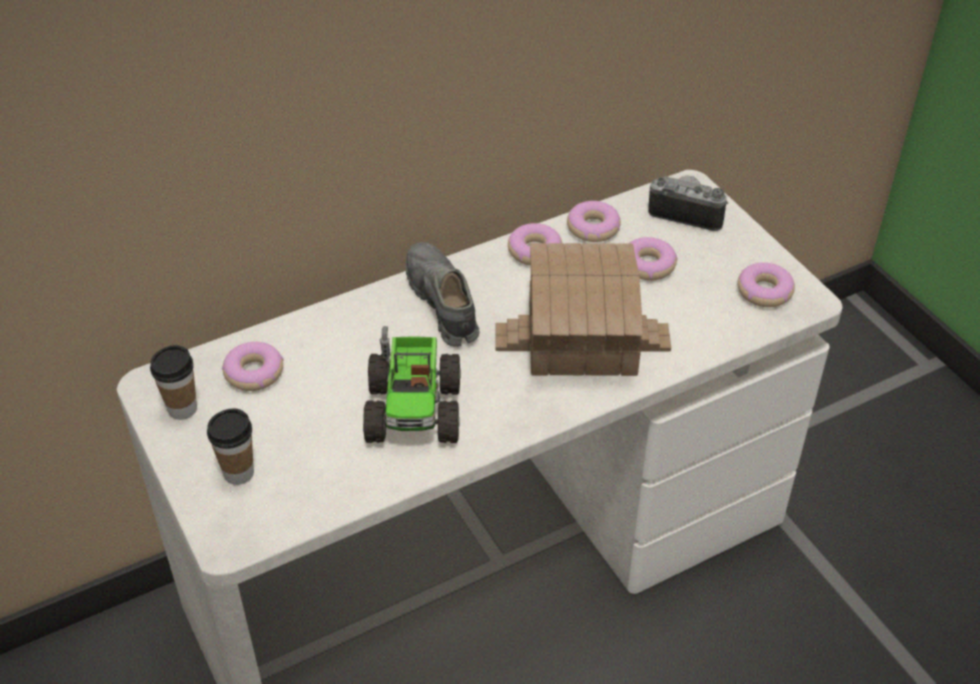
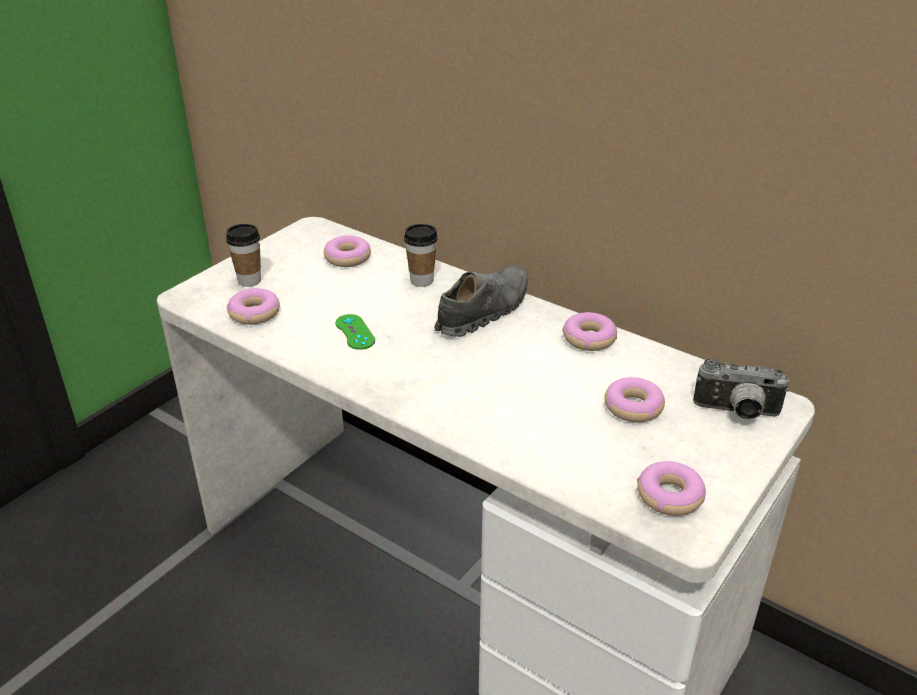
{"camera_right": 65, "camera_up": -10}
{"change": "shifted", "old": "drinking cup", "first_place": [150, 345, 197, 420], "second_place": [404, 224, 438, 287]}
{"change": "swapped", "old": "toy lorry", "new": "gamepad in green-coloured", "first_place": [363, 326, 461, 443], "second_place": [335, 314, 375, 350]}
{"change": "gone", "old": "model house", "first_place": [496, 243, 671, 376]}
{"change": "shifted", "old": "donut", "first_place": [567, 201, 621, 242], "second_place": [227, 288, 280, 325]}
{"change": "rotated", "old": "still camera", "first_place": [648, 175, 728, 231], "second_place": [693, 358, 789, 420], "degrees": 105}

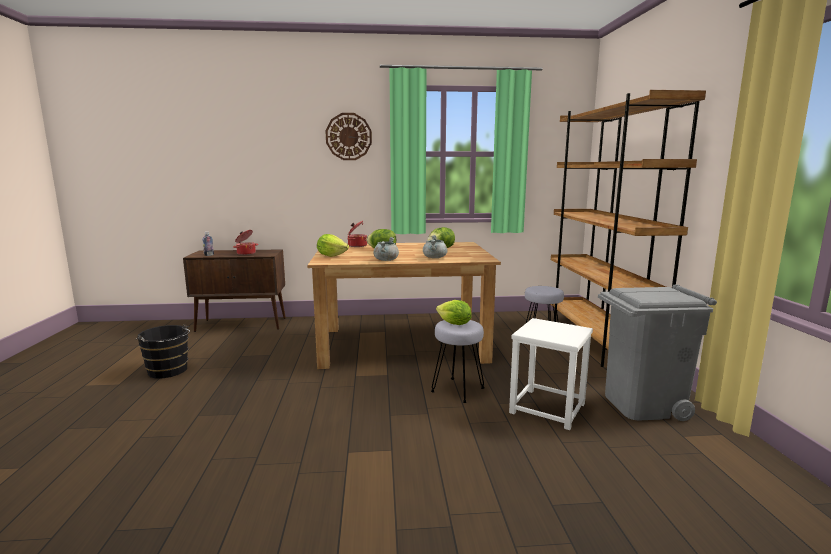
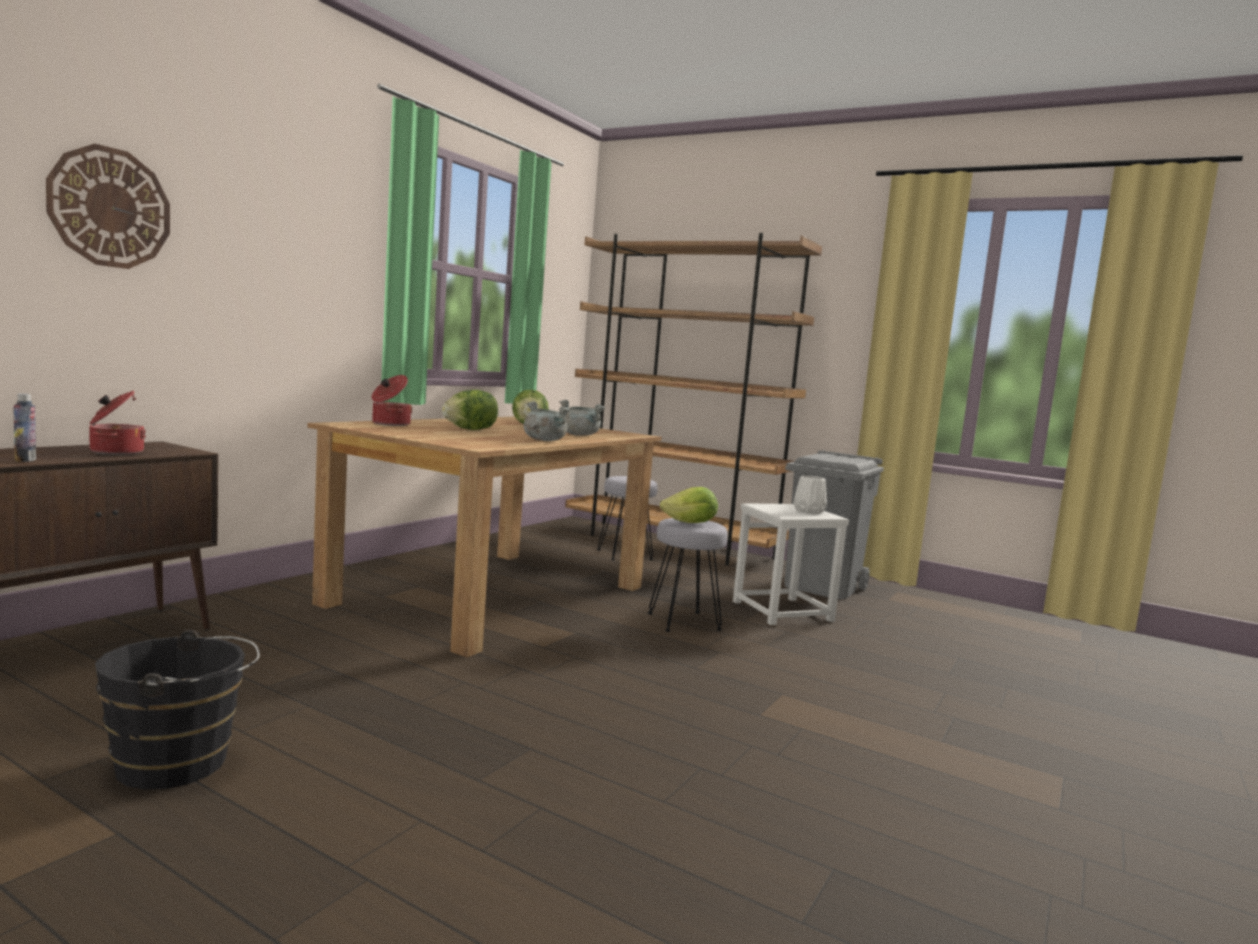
{"camera_right": -55, "camera_up": -5}
{"change": "gone", "old": "lettuce", "first_place": [317, 234, 349, 257]}
{"change": "shifted", "old": "hanging clock", "first_place": [325, 113, 372, 160], "second_place": [46, 144, 170, 269]}
{"change": "new", "new": "vase in white", "second_place": [793, 476, 827, 514]}

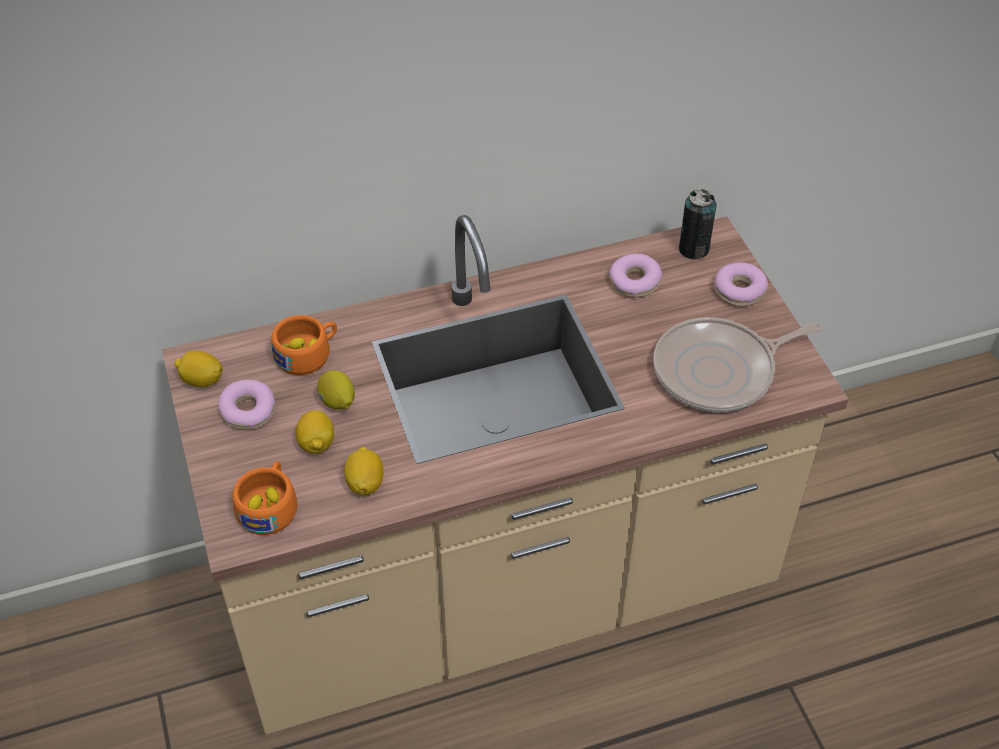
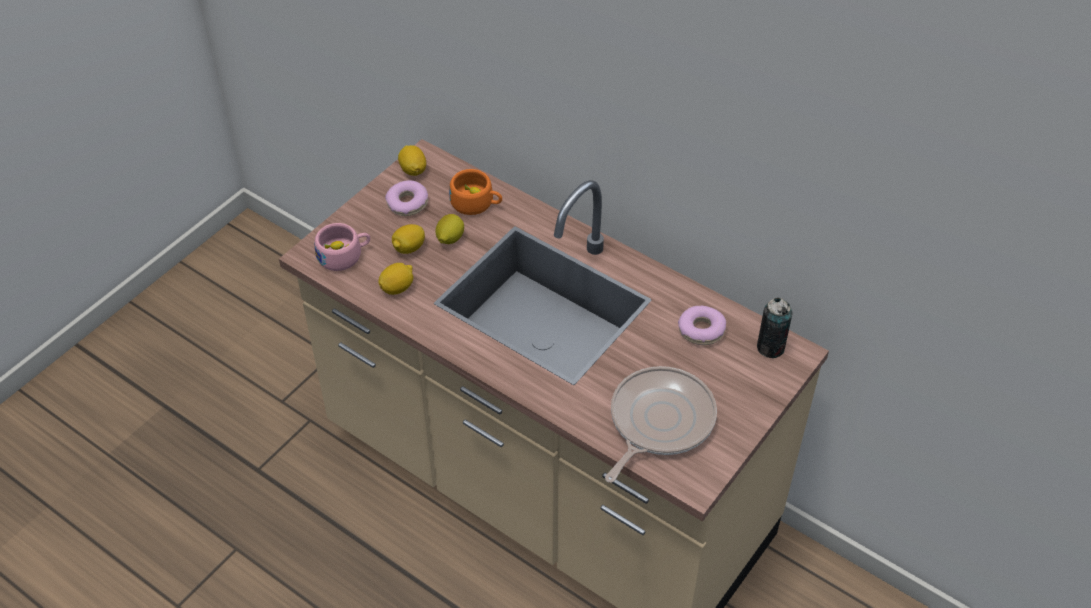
{"camera_right": 55, "camera_up": 0}
{"change": "repainted", "old": "drinking cup in orange-coloured", "new": "drinking cup in pinkish", "first_place": [232, 461, 298, 535], "second_place": [315, 223, 370, 271]}
{"change": "rotated", "old": "pan", "first_place": [653, 317, 823, 412], "second_place": [605, 366, 717, 483], "degrees": 90}
{"change": "gone", "old": "donut", "first_place": [714, 263, 768, 307]}

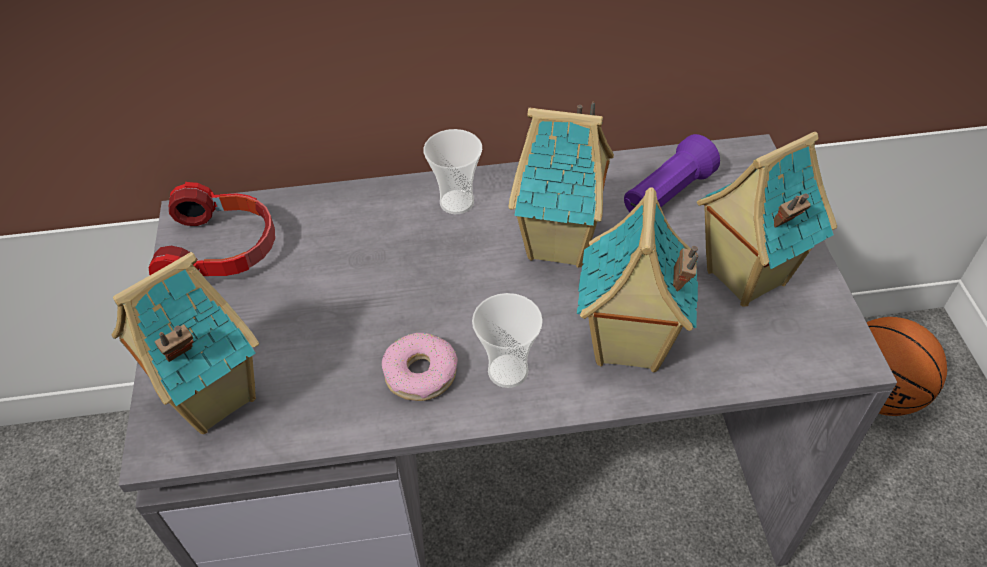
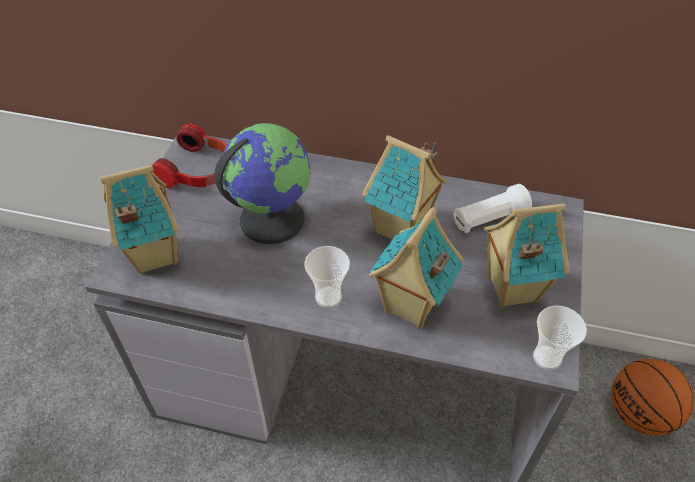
{"camera_right": 20, "camera_up": 0}
{"change": "gone", "old": "donut", "first_place": [382, 333, 458, 401]}
{"change": "shifted", "old": "drinking cup", "first_place": [423, 129, 482, 214], "second_place": [533, 306, 587, 370]}
{"change": "repainted", "old": "flashlight in purple-coloured", "new": "flashlight in white", "first_place": [624, 134, 720, 212], "second_place": [453, 184, 532, 233]}
{"change": "new", "new": "world globe", "second_place": [214, 123, 311, 244]}

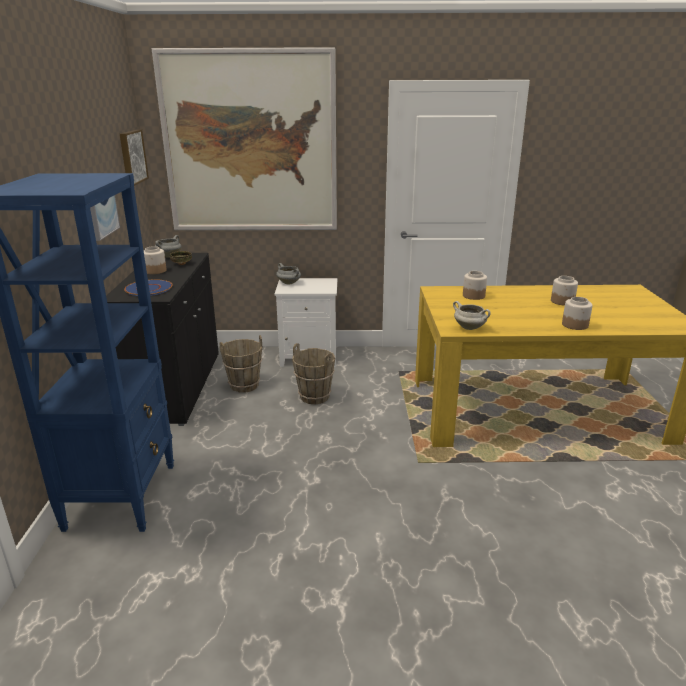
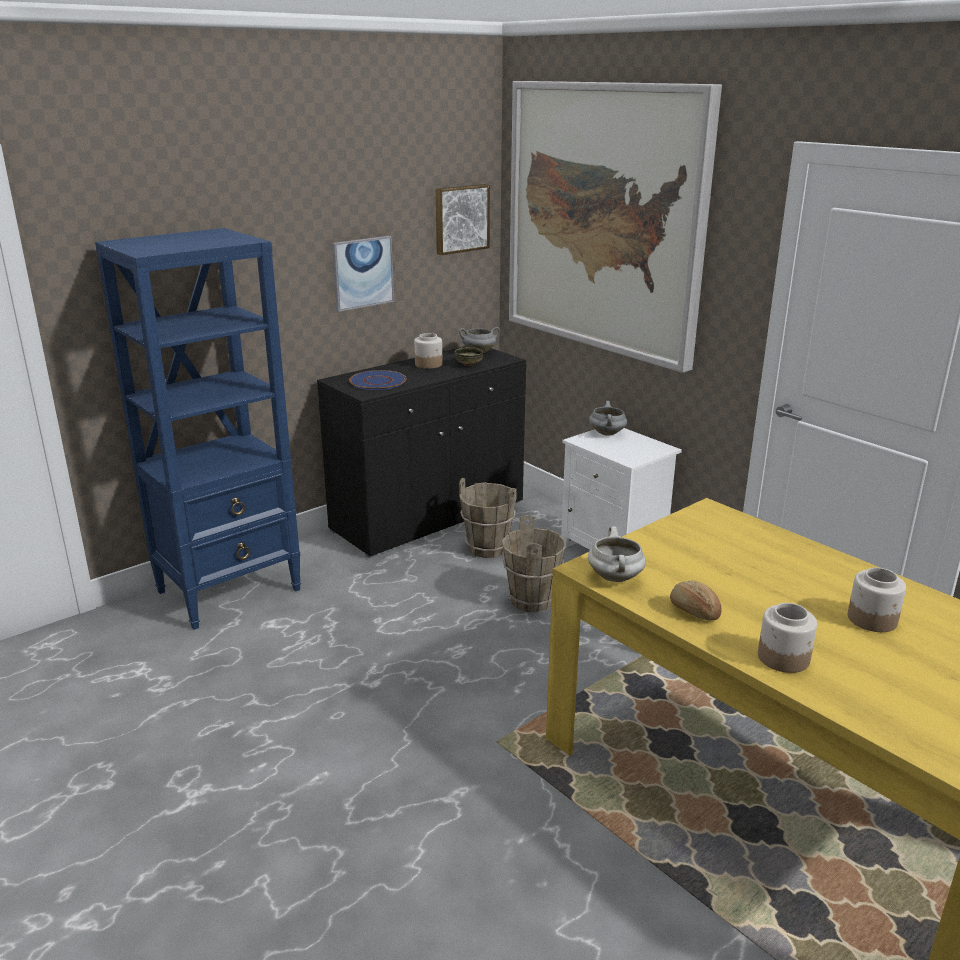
{"camera_right": 50, "camera_up": 0}
{"change": "gone", "old": "jar", "first_place": [463, 271, 487, 300]}
{"change": "new", "new": "baked bread", "second_place": [670, 580, 722, 620]}

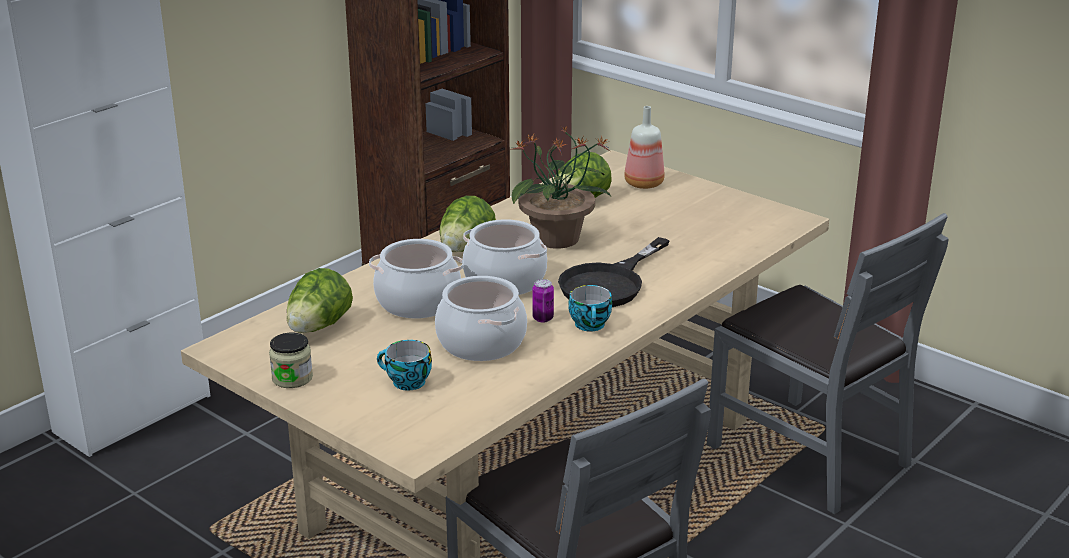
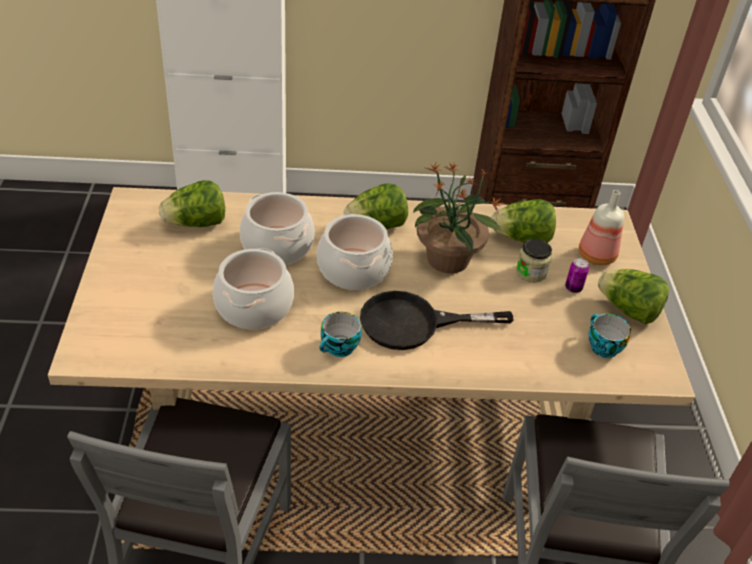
{"camera_right": 45, "camera_up": 15}
{"change": "shifted", "old": "jar", "first_place": [269, 333, 313, 388], "second_place": [516, 239, 552, 283]}
{"change": "shifted", "old": "drinking cup", "first_place": [377, 340, 432, 391], "second_place": [589, 314, 631, 358]}
{"change": "shifted", "old": "can", "first_place": [532, 279, 554, 323], "second_place": [565, 258, 589, 293]}
{"change": "new", "new": "lettuce", "second_place": [598, 269, 669, 324]}

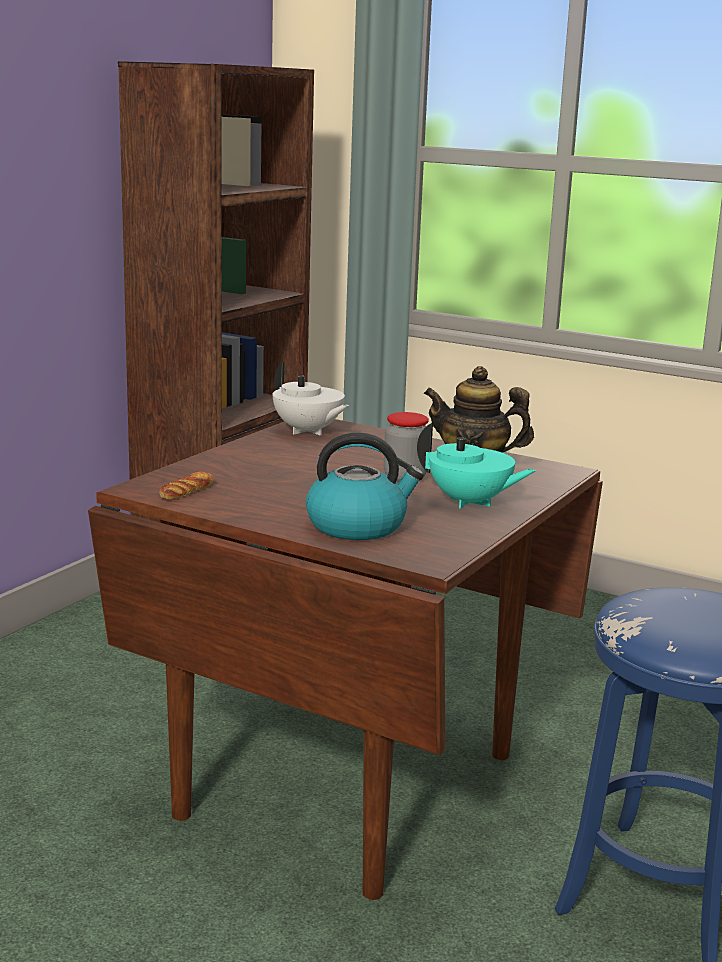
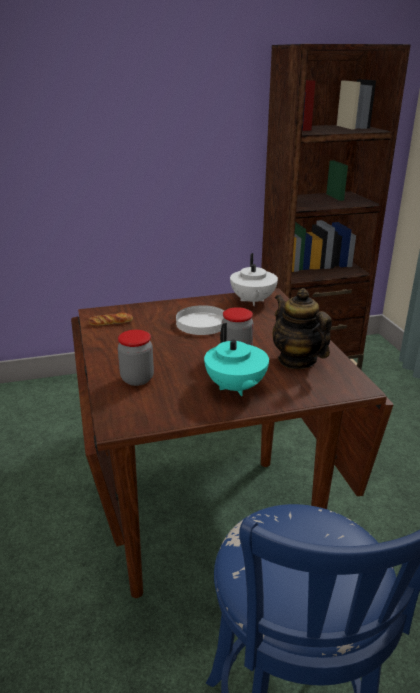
{"camera_right": 45, "camera_up": 10}
{"change": "swapped", "old": "water kettle", "new": "jar", "first_place": [306, 433, 424, 540], "second_place": [118, 330, 154, 386]}
{"change": "new", "new": "dinner plate in white", "second_place": [176, 305, 224, 335]}

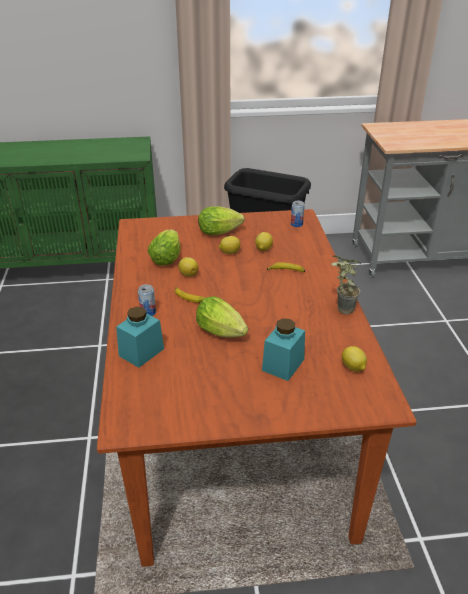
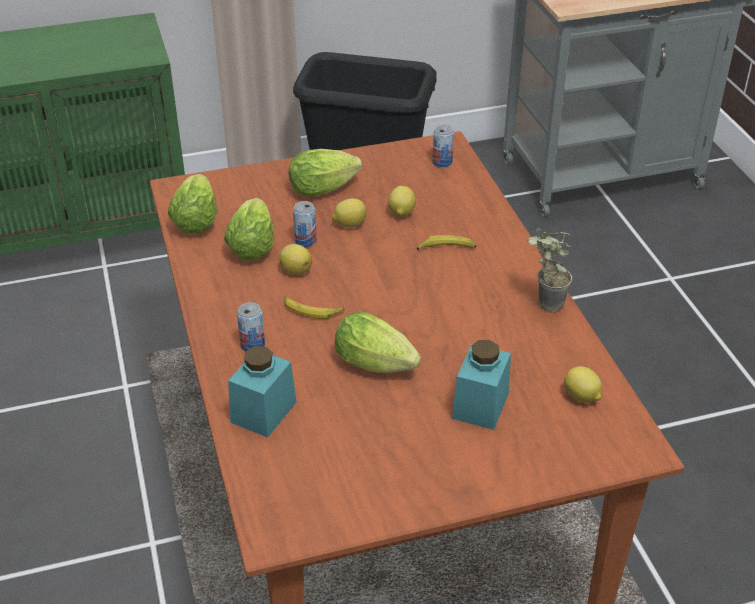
{"camera_right": -10, "camera_up": 5}
{"change": "new", "new": "lettuce", "second_place": [168, 174, 217, 234]}
{"change": "new", "new": "can", "second_place": [293, 201, 317, 247]}

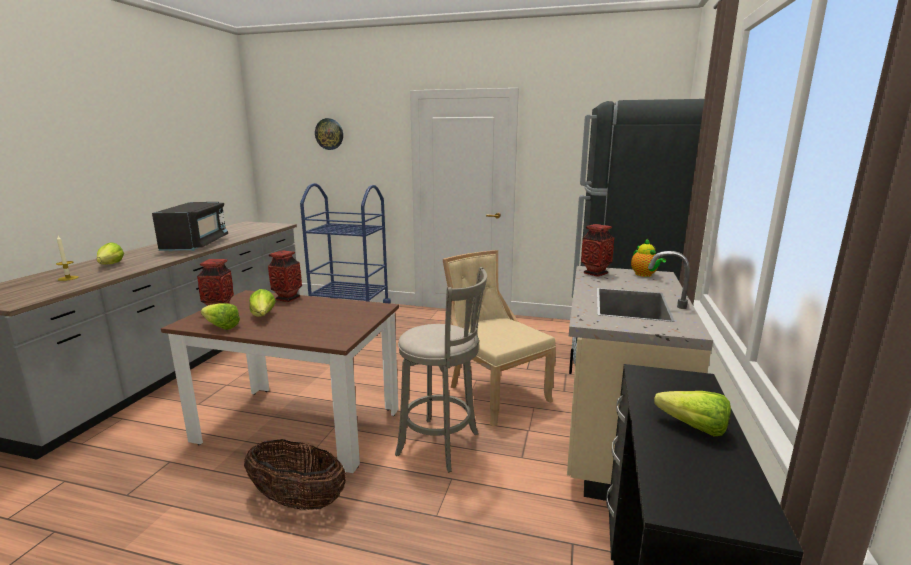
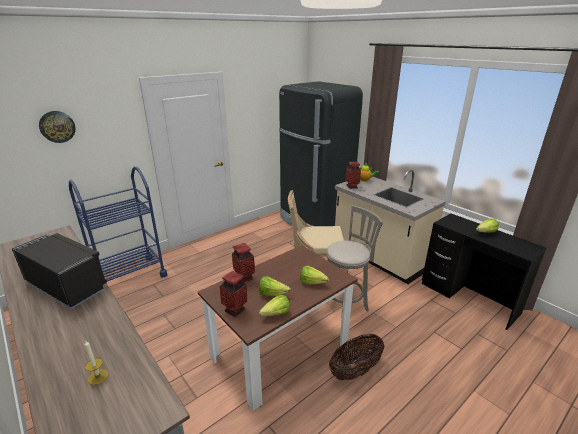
{"camera_right": -55, "camera_up": 10}
{"change": "shifted", "old": "lettuce", "first_place": [97, 242, 124, 265], "second_place": [300, 265, 329, 284]}

